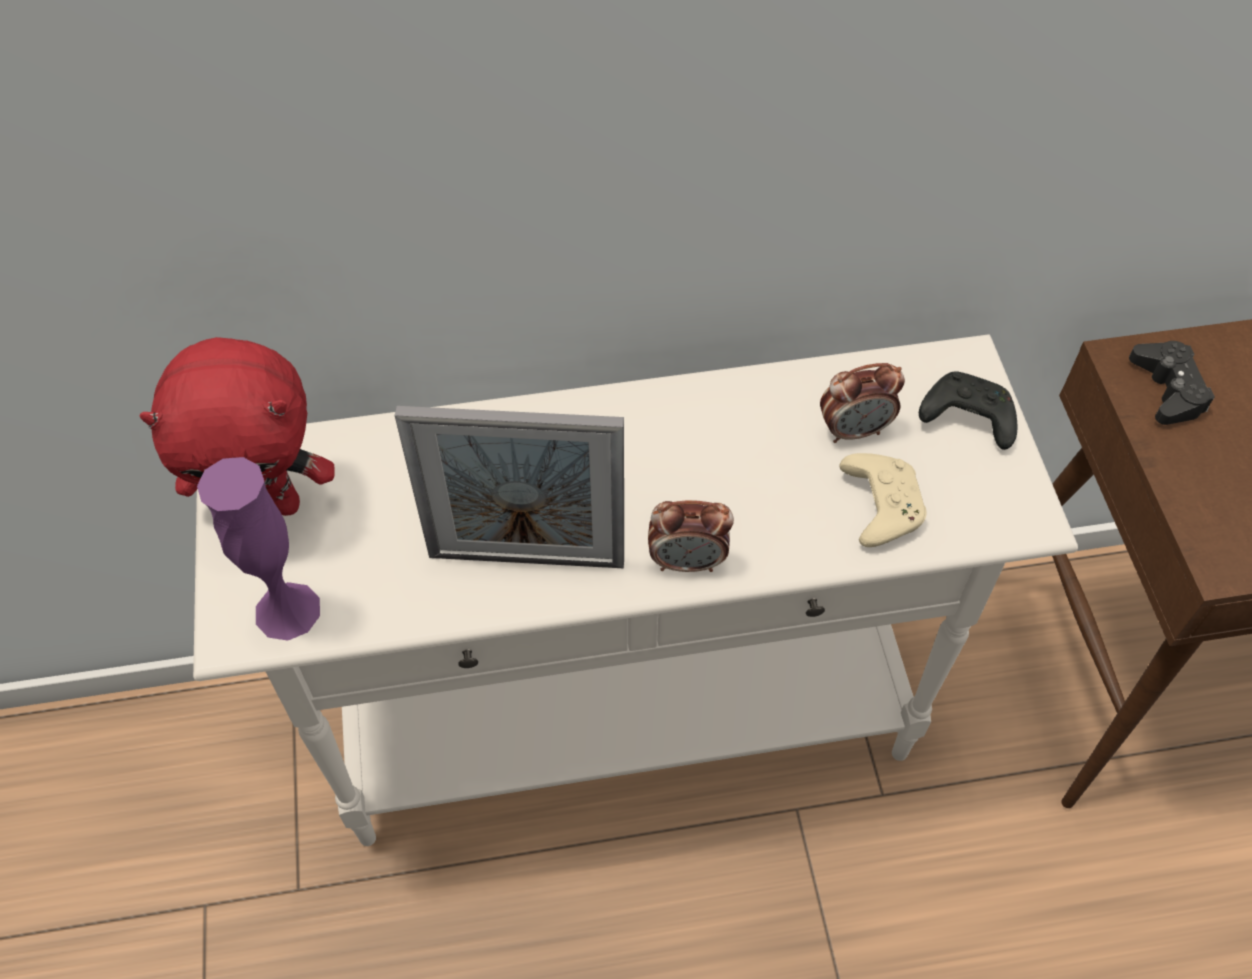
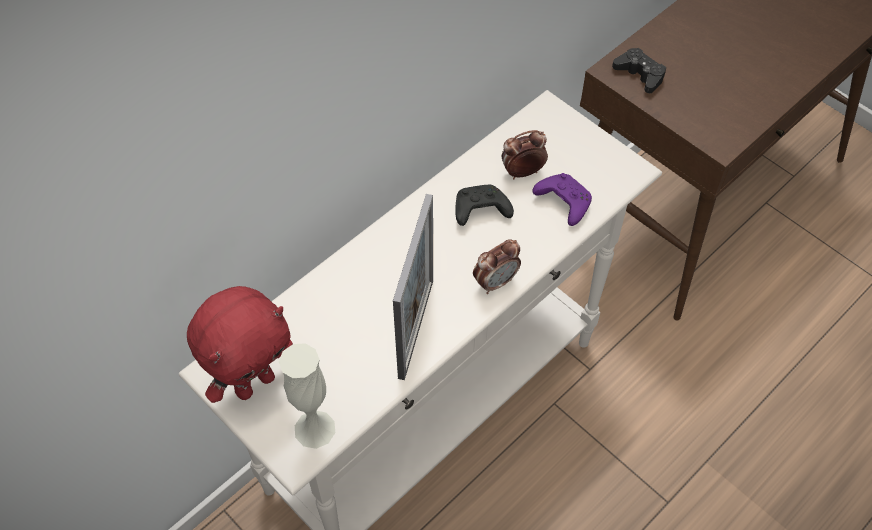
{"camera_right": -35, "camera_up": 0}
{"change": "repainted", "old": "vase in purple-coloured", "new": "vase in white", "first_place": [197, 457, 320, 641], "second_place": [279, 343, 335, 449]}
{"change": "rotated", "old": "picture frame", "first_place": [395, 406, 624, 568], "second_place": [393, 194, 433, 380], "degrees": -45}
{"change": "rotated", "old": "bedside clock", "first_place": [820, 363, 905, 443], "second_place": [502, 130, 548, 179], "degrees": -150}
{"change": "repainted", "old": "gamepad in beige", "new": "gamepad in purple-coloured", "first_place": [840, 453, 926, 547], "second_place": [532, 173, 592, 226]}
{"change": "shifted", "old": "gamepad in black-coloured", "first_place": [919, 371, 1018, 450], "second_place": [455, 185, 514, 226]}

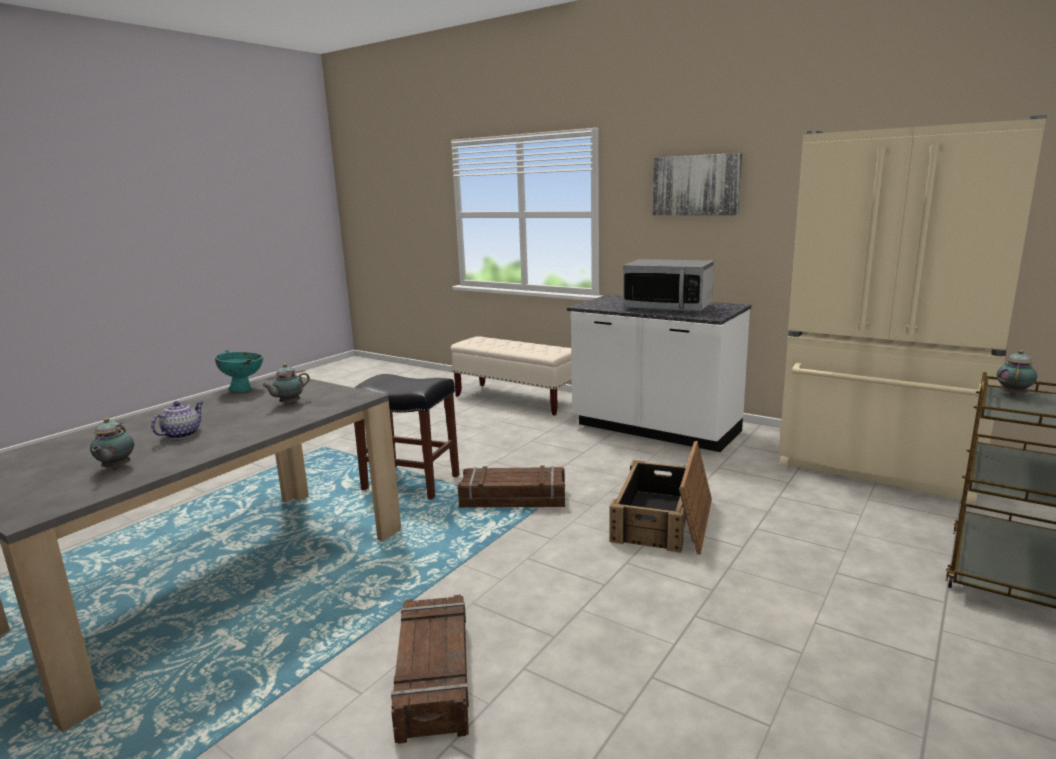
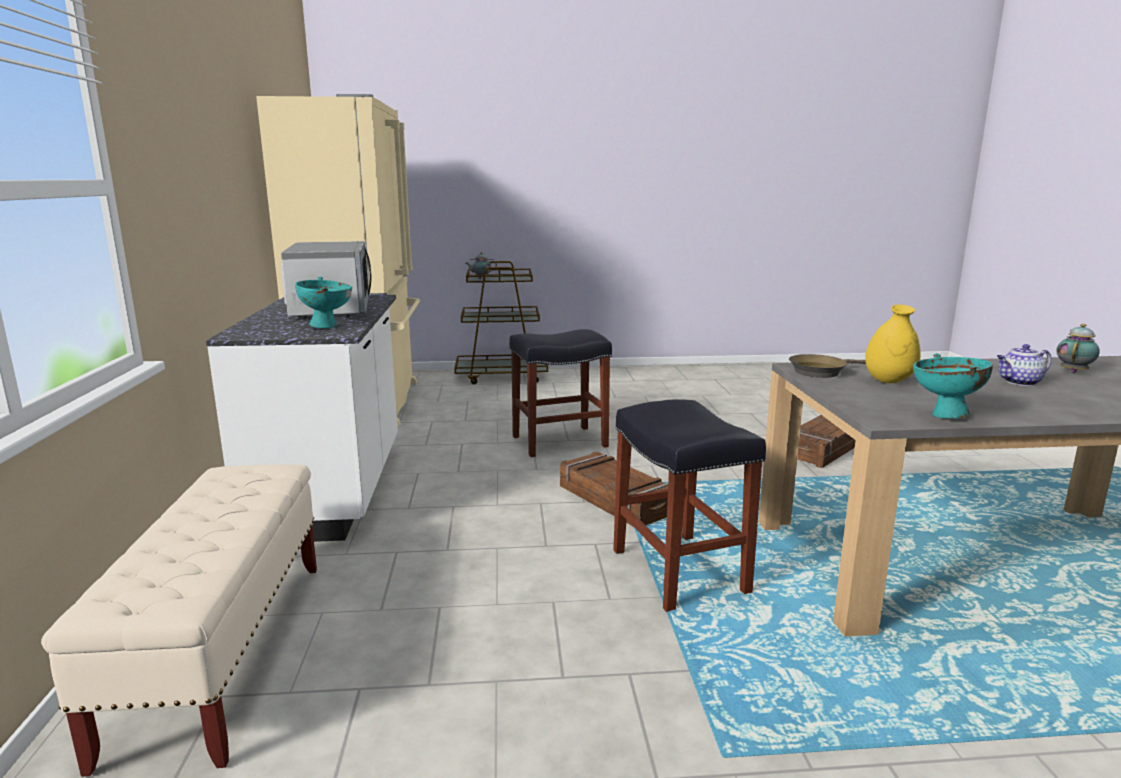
{"camera_right": -130, "camera_up": 0}
{"change": "swapped", "old": "teapot", "new": "vase in yellow", "first_place": [262, 364, 310, 405], "second_place": [865, 305, 921, 383]}
{"change": "swapped", "old": "crate", "new": "stool seat in black-coloured", "first_place": [610, 441, 712, 555], "second_place": [509, 329, 612, 457]}
{"change": "gone", "old": "wall art", "first_place": [652, 153, 742, 215]}
{"change": "new", "new": "deep dish in blue-green", "second_place": [295, 276, 352, 328]}
{"change": "new", "new": "pan in brown", "second_place": [789, 354, 866, 378]}

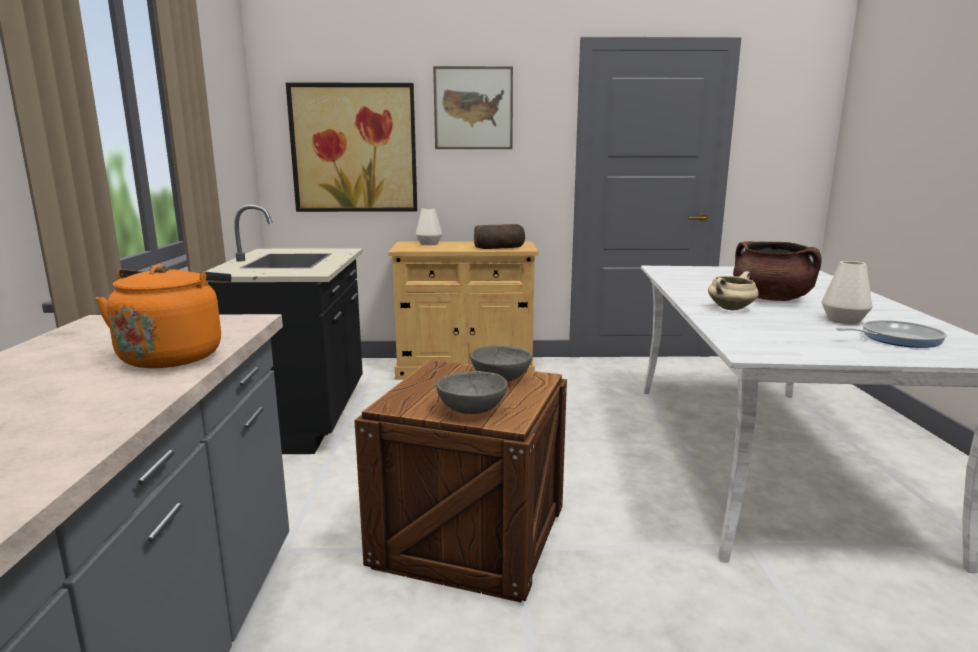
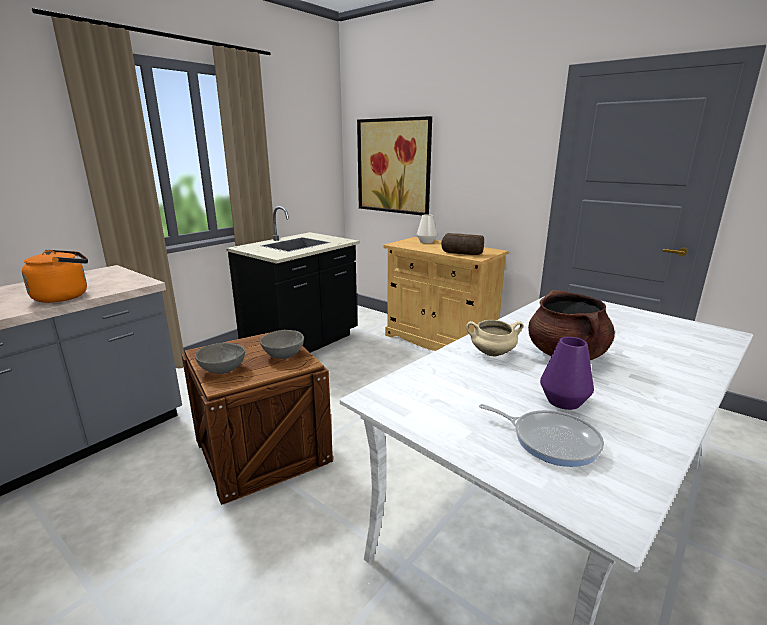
{"camera_right": 40, "camera_up": 5}
{"change": "gone", "old": "wall art", "first_place": [433, 66, 513, 149]}
{"change": "repainted", "old": "vase in white", "new": "vase in purple-coloured", "first_place": [822, 261, 873, 324], "second_place": [540, 337, 594, 410]}

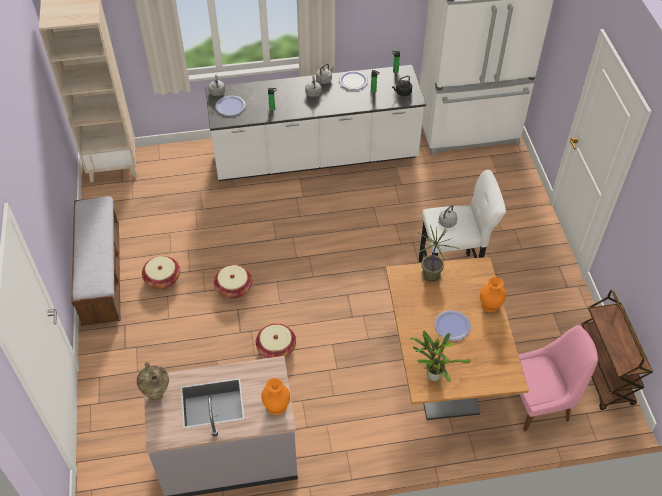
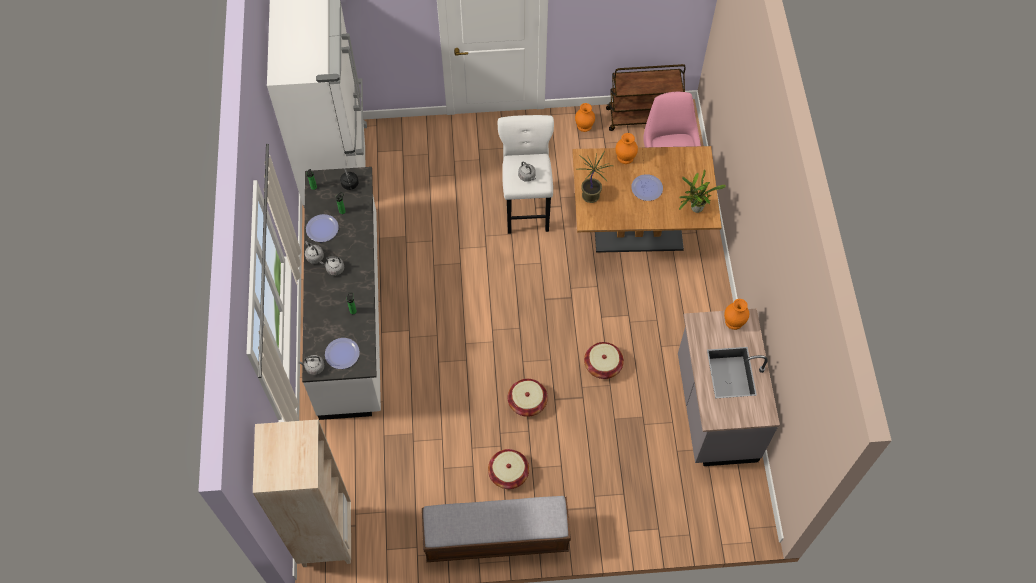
{"camera_right": -85, "camera_up": 10}
{"change": "gone", "old": "vase in beige", "first_place": [137, 362, 169, 401]}
{"change": "new", "new": "vase in orange-coloured", "second_place": [575, 103, 595, 132]}

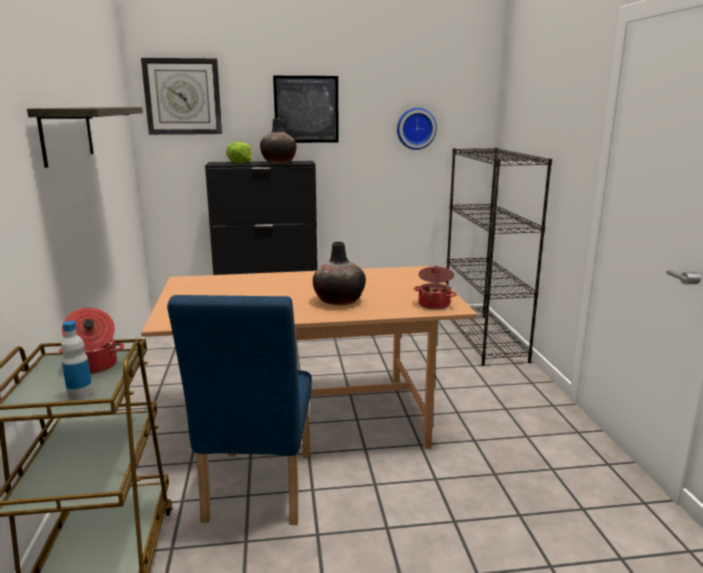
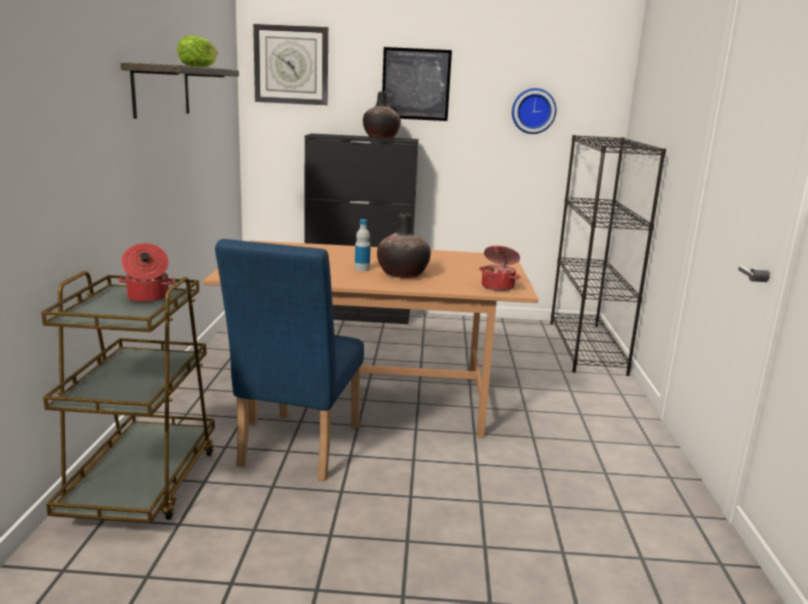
{"camera_right": 10, "camera_up": 0}
{"change": "shifted", "old": "bottle", "first_place": [61, 321, 93, 400], "second_place": [355, 219, 371, 271]}
{"change": "shifted", "old": "lettuce", "first_place": [226, 142, 252, 163], "second_place": [177, 36, 218, 67]}

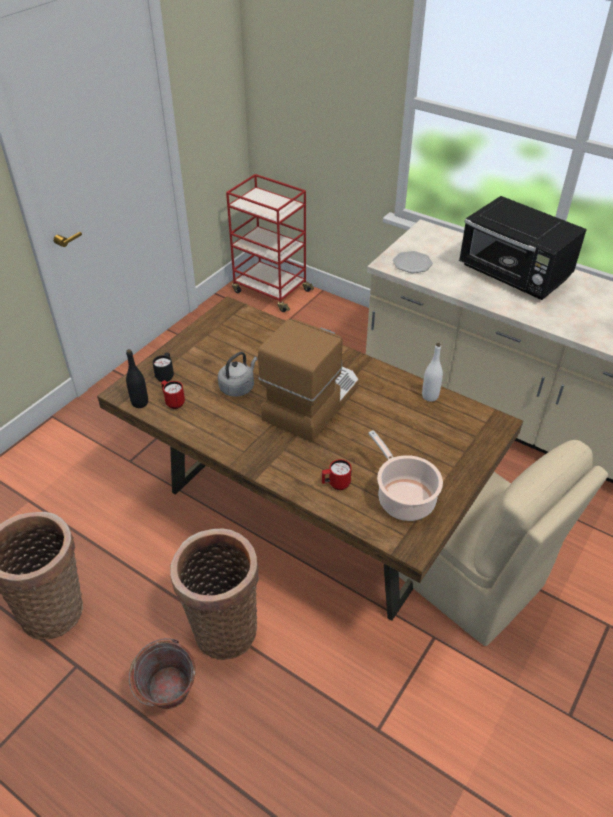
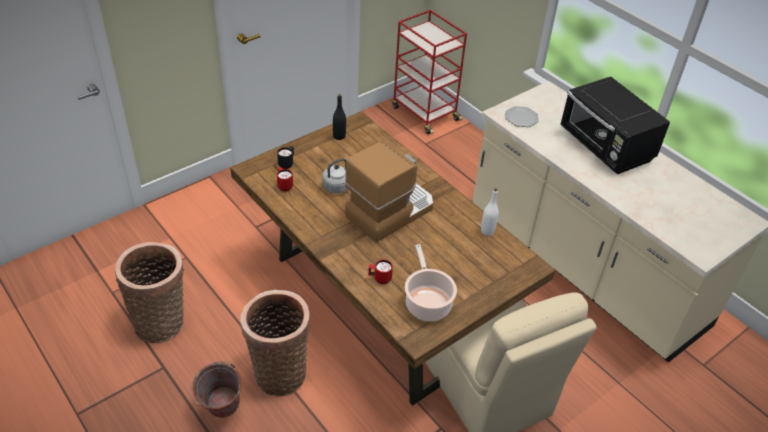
{"camera_right": 15, "camera_up": 0}
{"change": "shifted", "old": "bottle in black-coloured", "first_place": [126, 349, 148, 408], "second_place": [333, 94, 346, 140]}

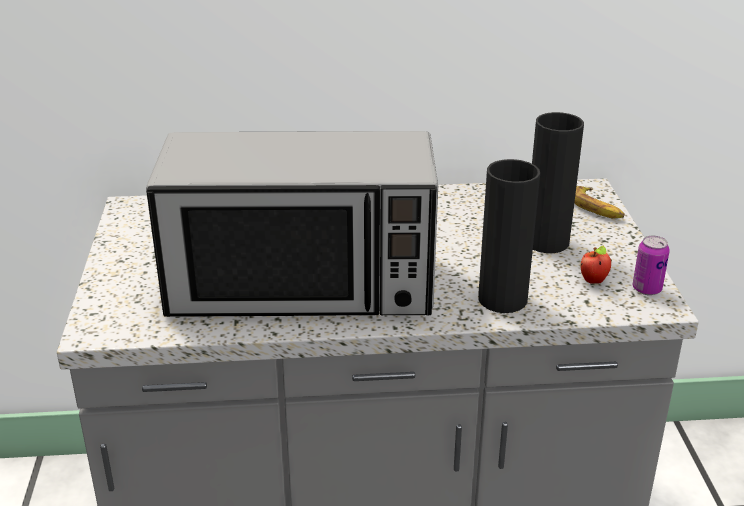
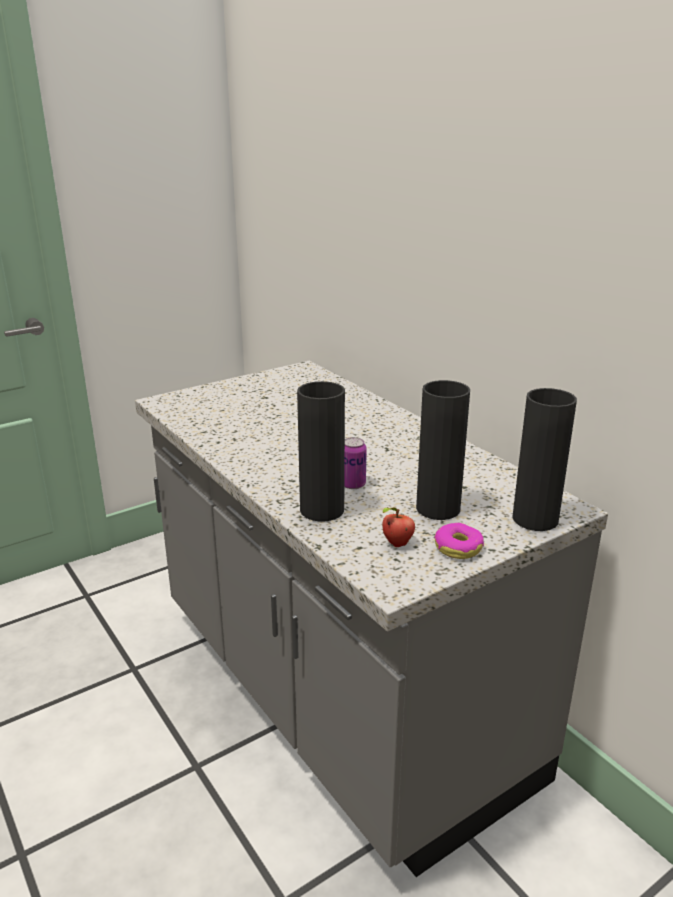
{"camera_right": 60, "camera_up": -5}
{"change": "gone", "old": "microwave oven", "first_place": [146, 131, 438, 317]}
{"change": "swapped", "old": "banana fruit", "new": "vase in black-coloured", "first_place": [574, 186, 625, 218], "second_place": [512, 388, 577, 531]}
{"change": "shifted", "old": "can", "first_place": [633, 236, 670, 295], "second_place": [344, 437, 367, 489]}
{"change": "new", "new": "donut", "second_place": [434, 523, 484, 559]}

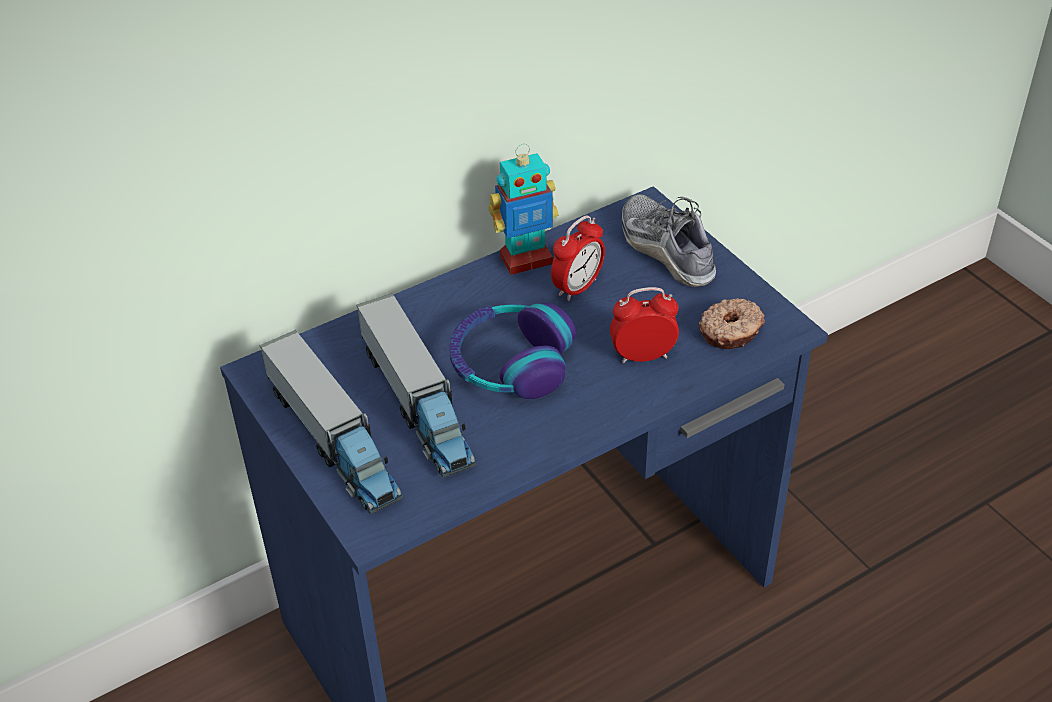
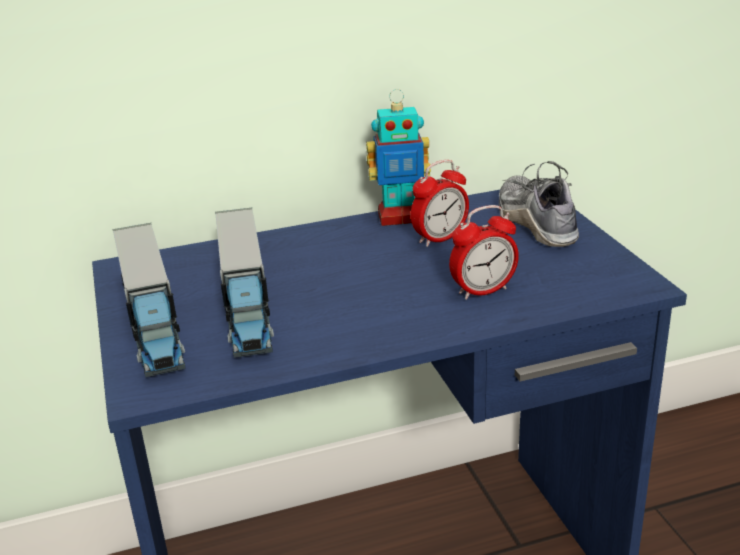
{"camera_right": 15, "camera_up": -15}
{"change": "gone", "old": "headset", "first_place": [449, 303, 576, 399]}
{"change": "rotated", "old": "bedside clock", "first_place": [610, 287, 679, 363], "second_place": [449, 205, 519, 300], "degrees": 150}
{"change": "gone", "old": "donut", "first_place": [699, 298, 765, 349]}

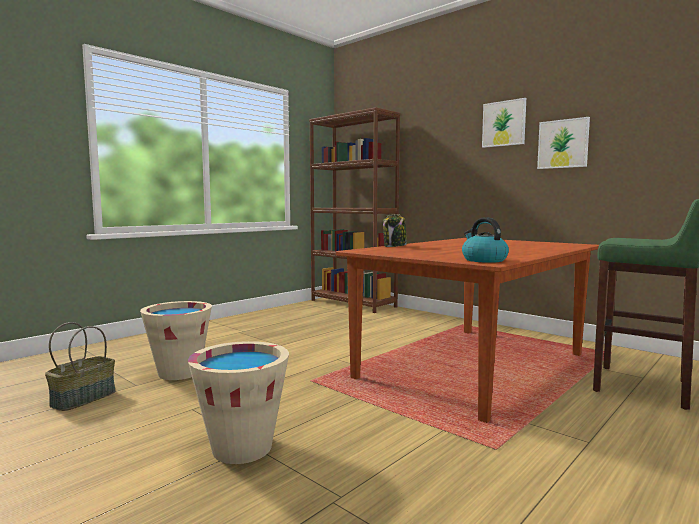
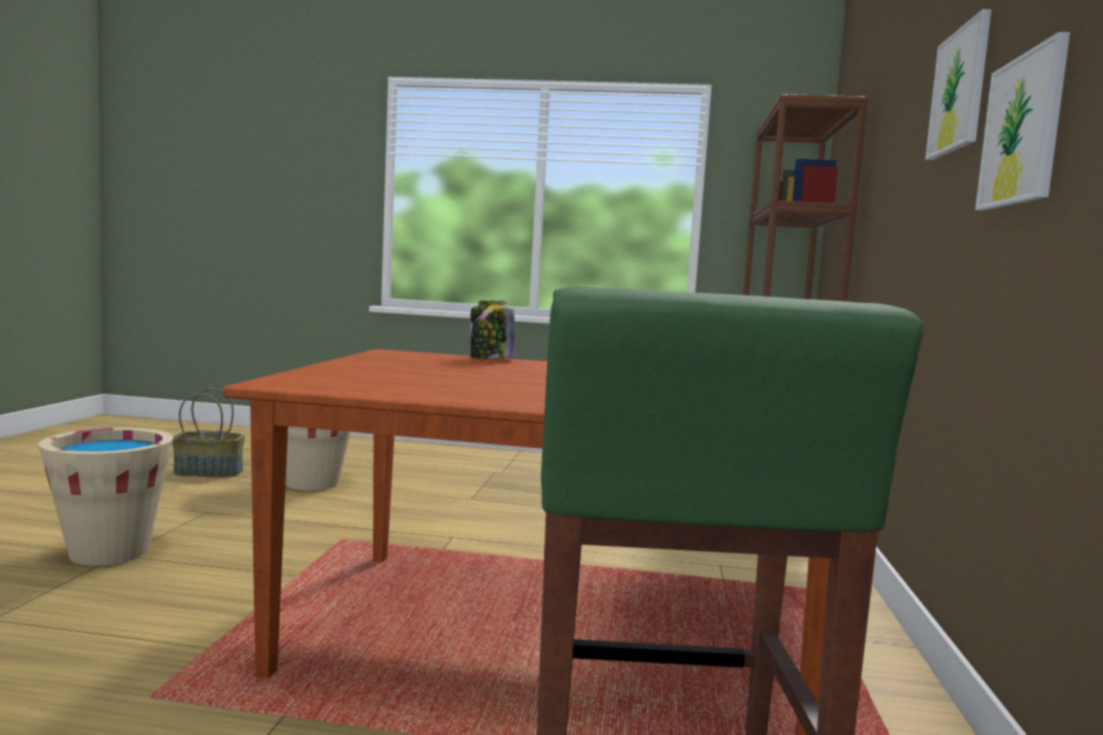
{"camera_right": 55, "camera_up": 0}
{"change": "gone", "old": "water kettle", "first_place": [462, 217, 509, 263]}

